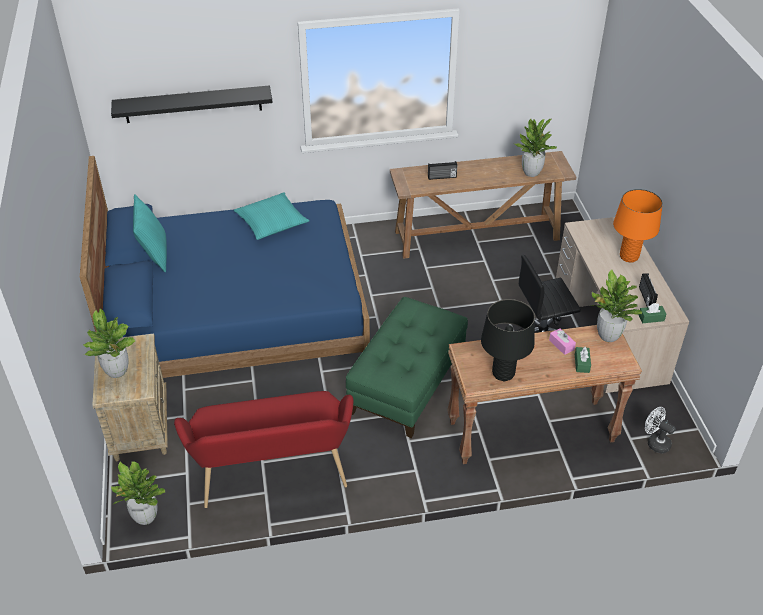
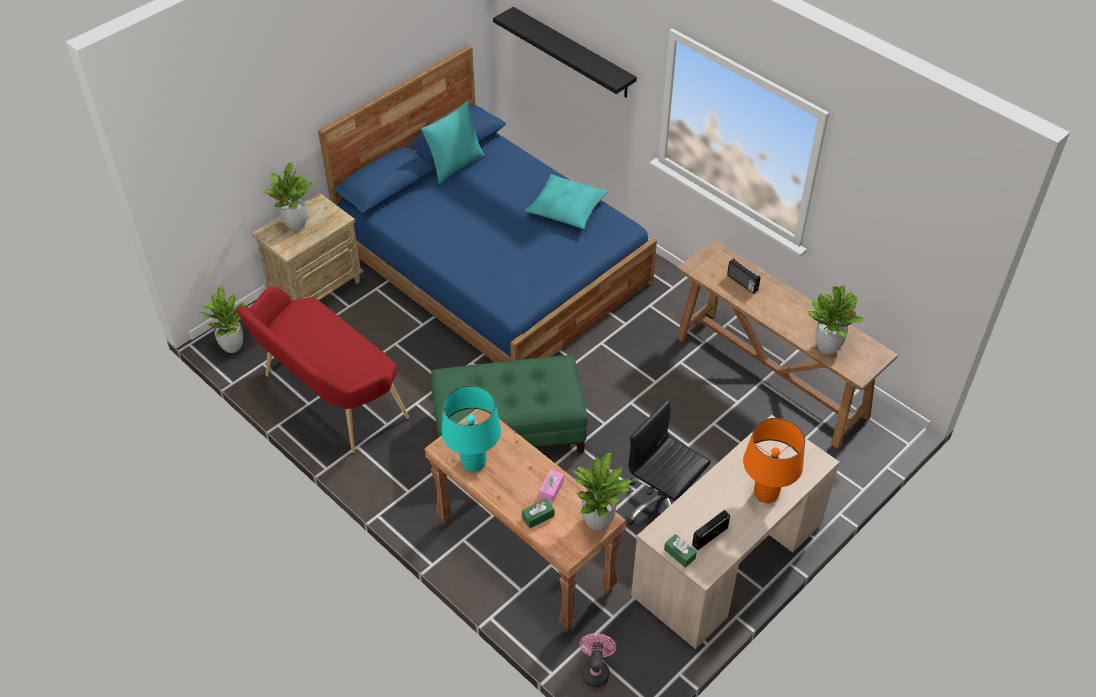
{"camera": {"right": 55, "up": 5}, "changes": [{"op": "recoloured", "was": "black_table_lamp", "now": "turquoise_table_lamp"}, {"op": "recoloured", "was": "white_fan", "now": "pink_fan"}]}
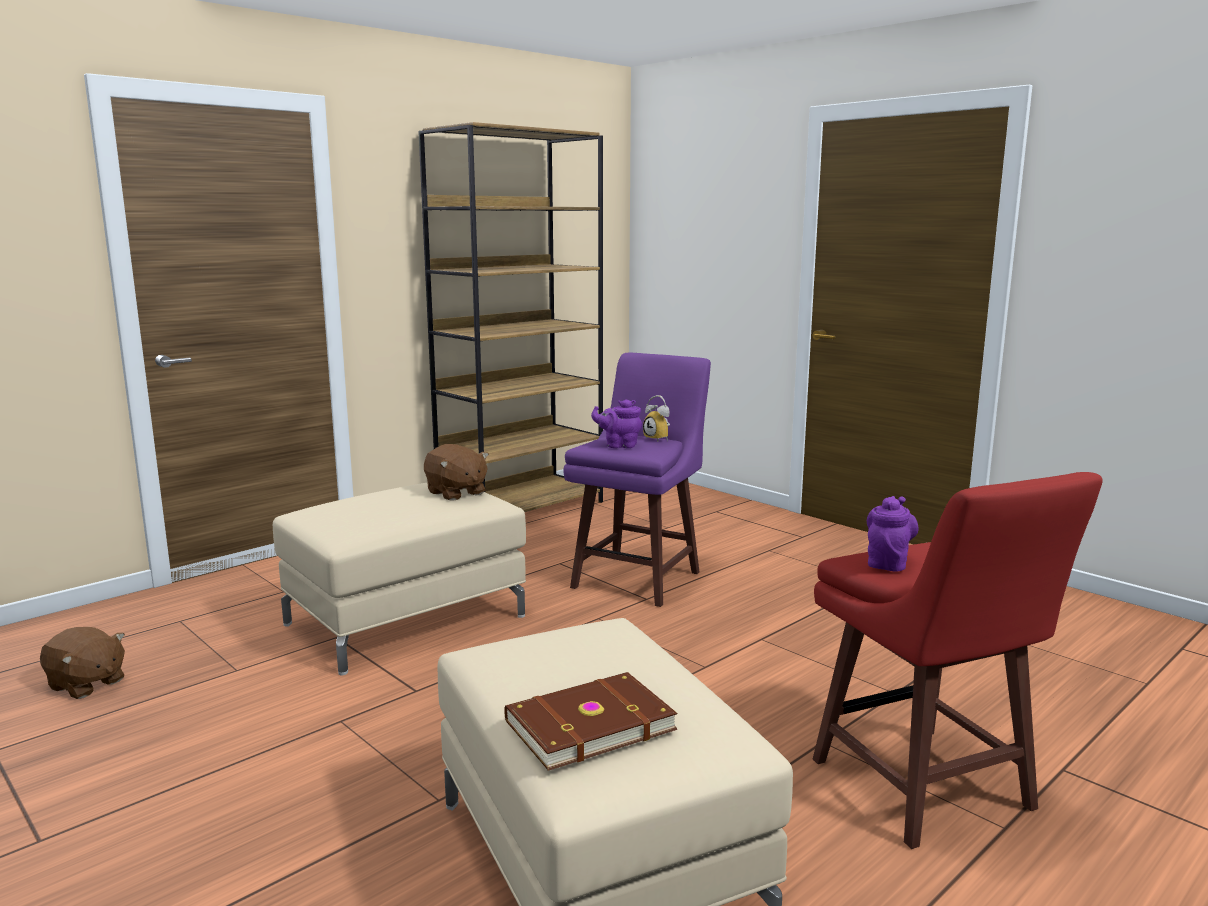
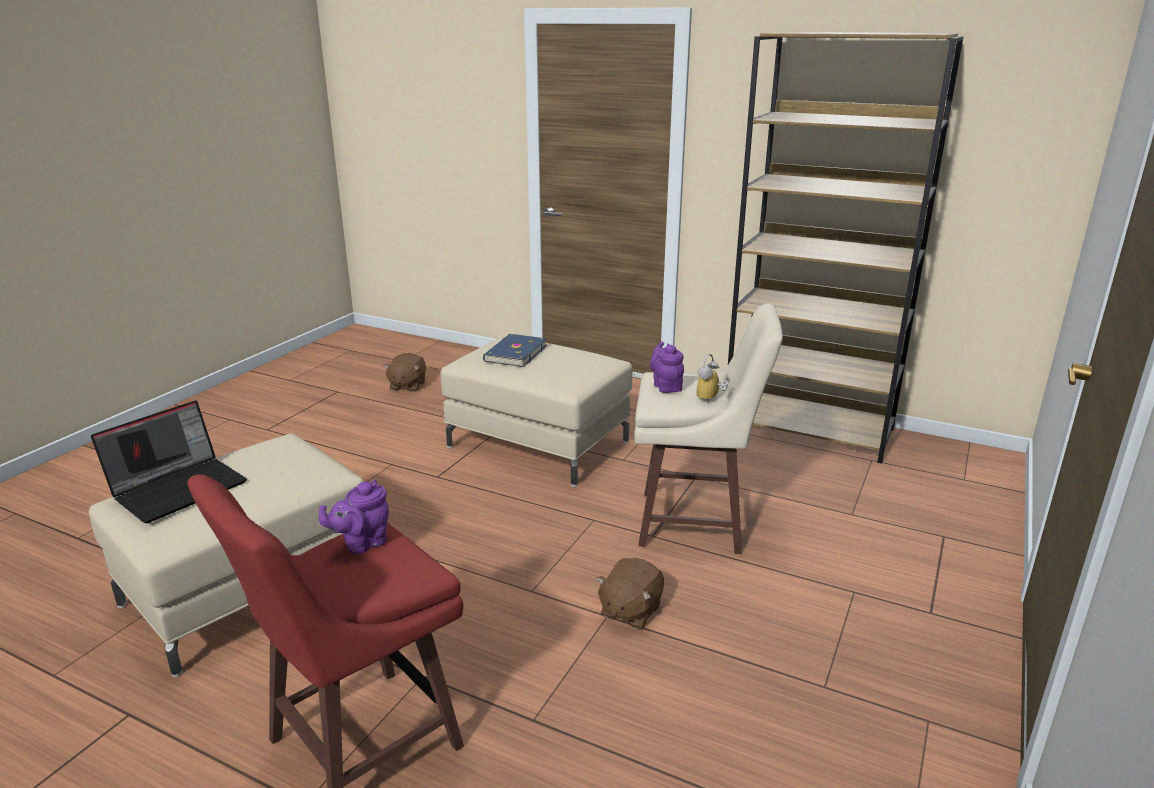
{"camera": {"right": 70, "up": 10}, "changes": [{"op": "moved", "was": "brown_plush_toy (2nd from left)"}, {"op": "replaced", "was": "brown_book", "now": "laptop"}, {"op": "recoloured", "was": "purple_stool", "now": "beige_stool"}, {"op": "turned", "was": "purple_teapot (2nd from left in the first image)", "clockwise": 135}, {"op": "added", "now": "blue_book"}]}
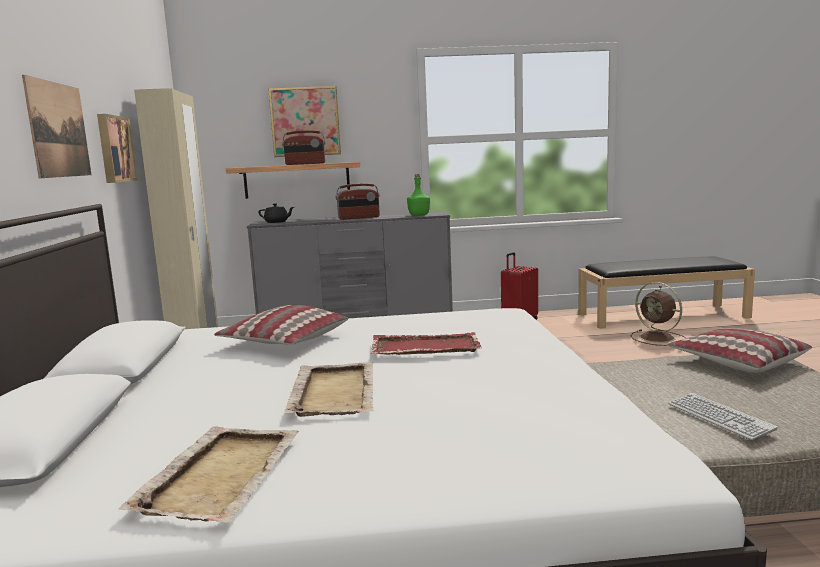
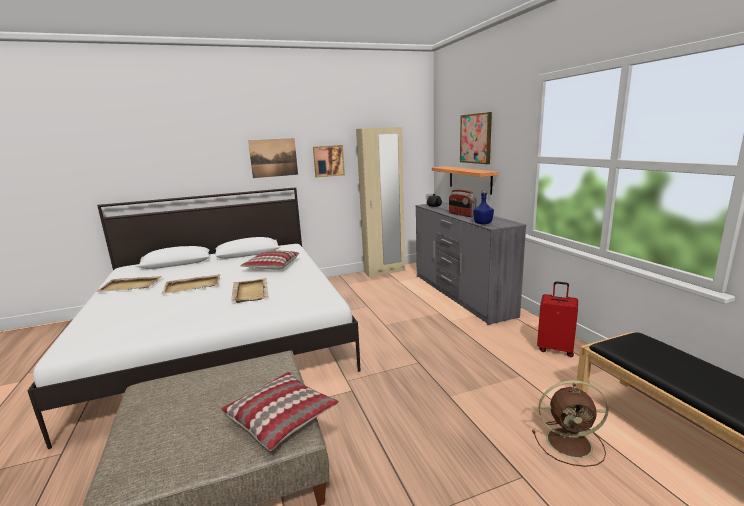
{"camera": {"right": 75, "up": 5}, "changes": [{"op": "removed", "was": "radio (1st from left)"}, {"op": "recoloured", "was": "red_tray", "now": "beige_tray (3rd from left)"}, {"op": "recoloured", "was": "green_bottle", "now": "blue_bottle"}, {"op": "turned", "was": "brown_fan", "clockwise": -120}, {"op": "removed", "was": "keyboard"}]}
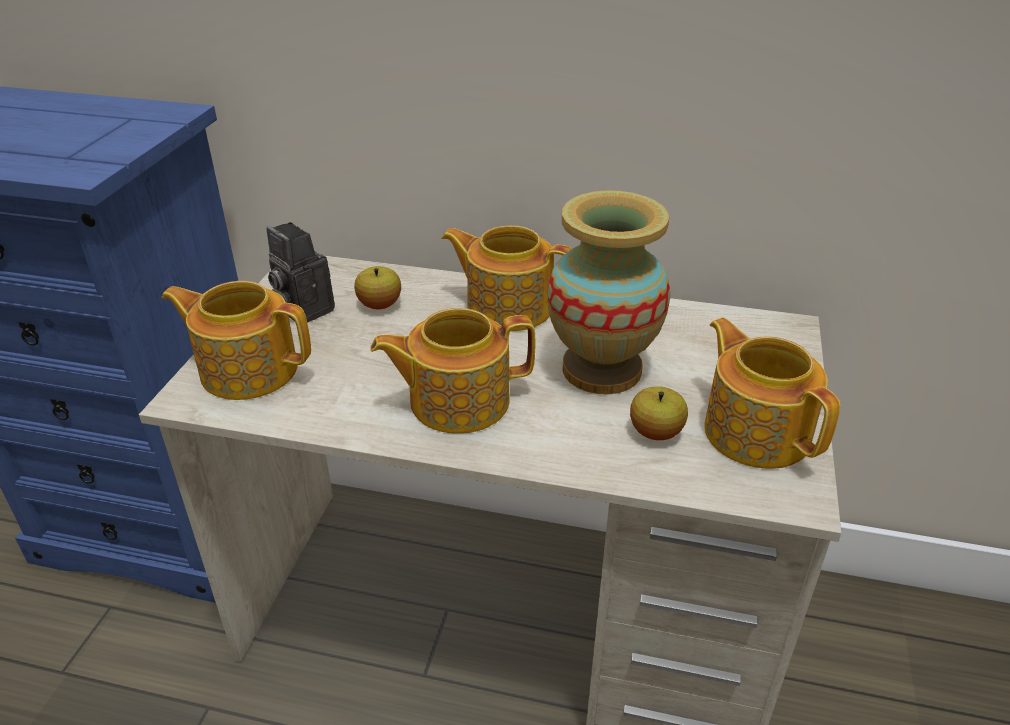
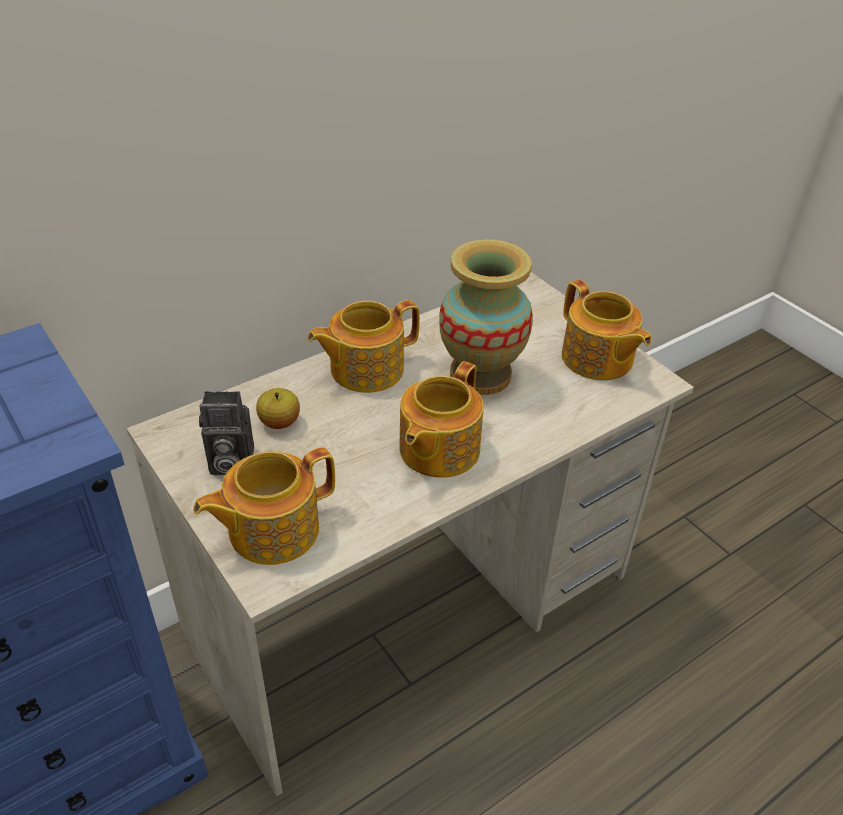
{"camera": {"right": -50, "up": 5}, "changes": [{"op": "removed", "was": "apple (2nd from left)"}, {"op": "turned", "was": "teapot (4th from left)", "clockwise": -135}]}
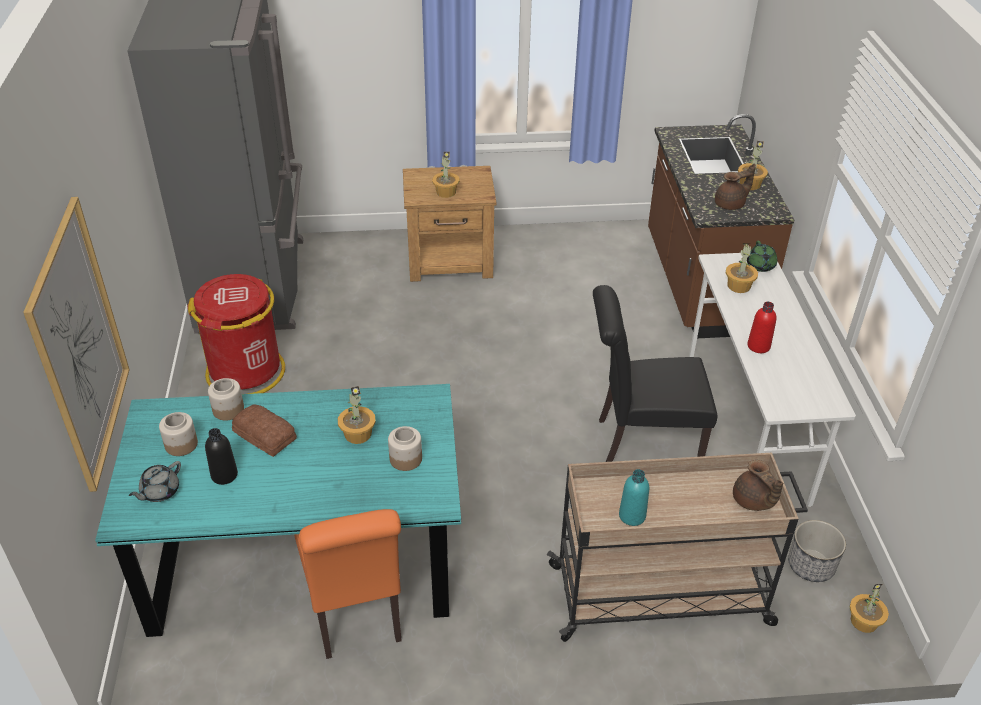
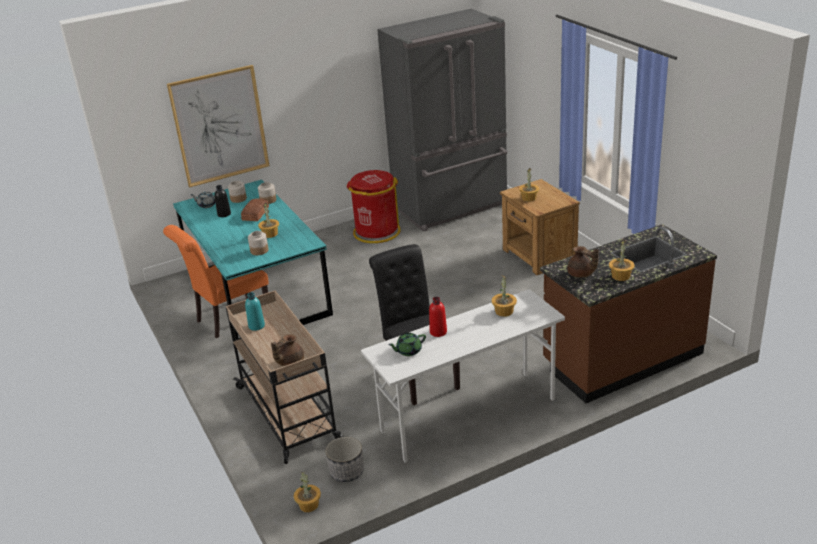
{"camera": {"right": 70, "up": -10}, "changes": [{"op": "moved", "was": "green_teapot"}]}
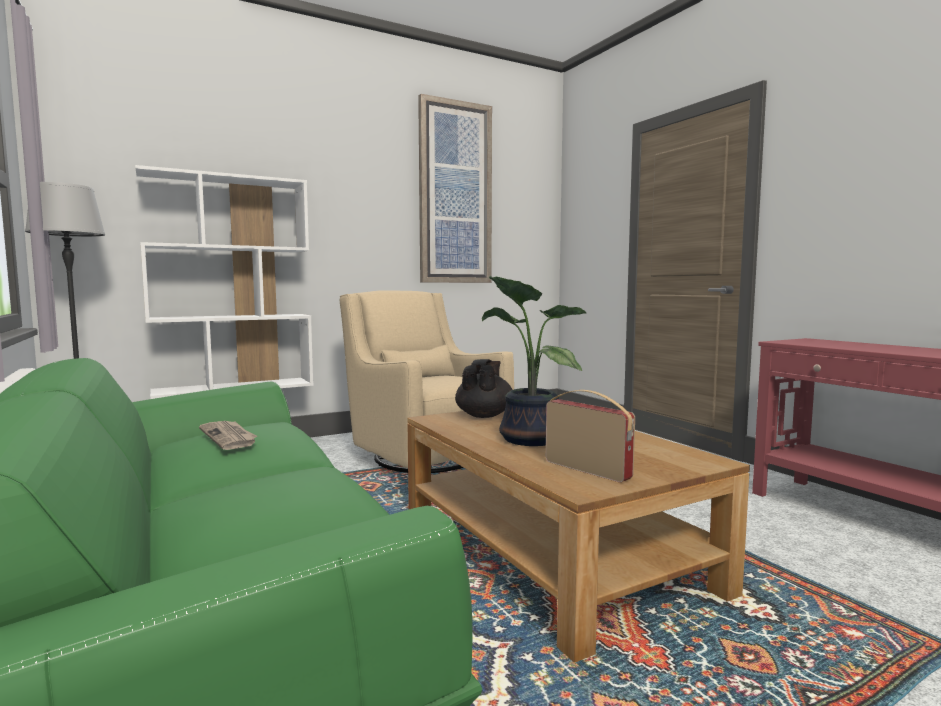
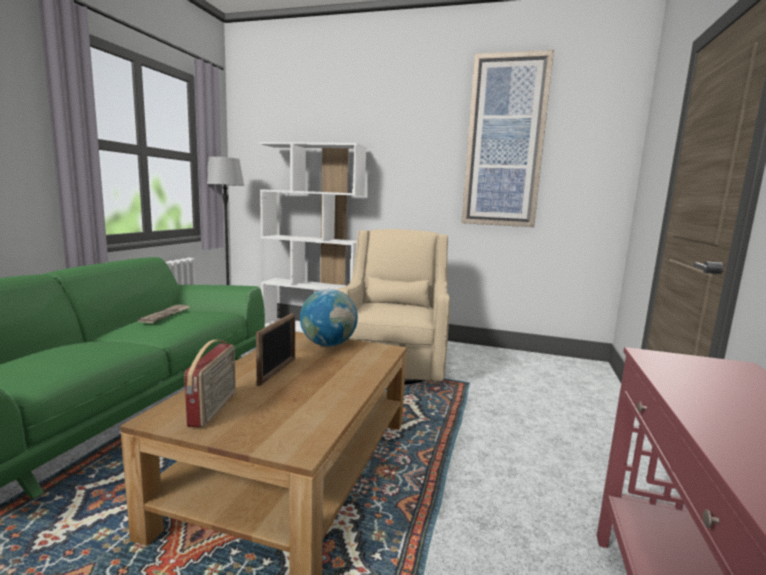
{"camera": {"right": 45, "up": 5}, "changes": [{"op": "replaced", "was": "black_teapot", "now": "globe"}, {"op": "replaced", "was": "potted_plant", "now": "picture_frame"}]}
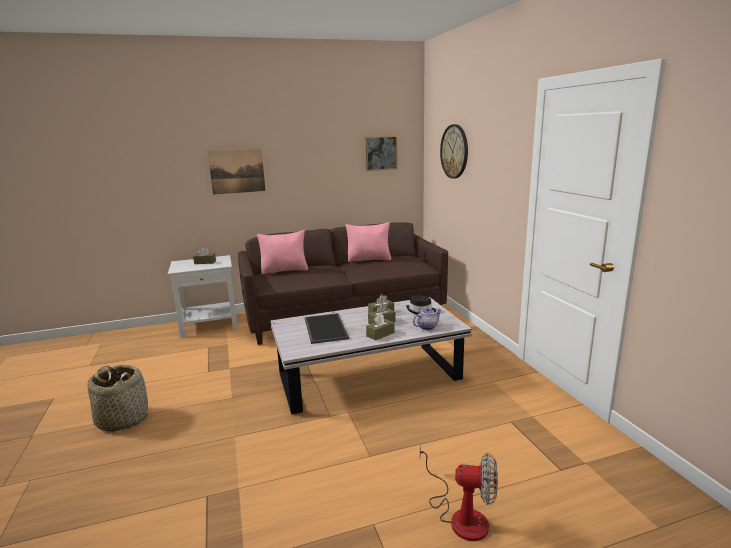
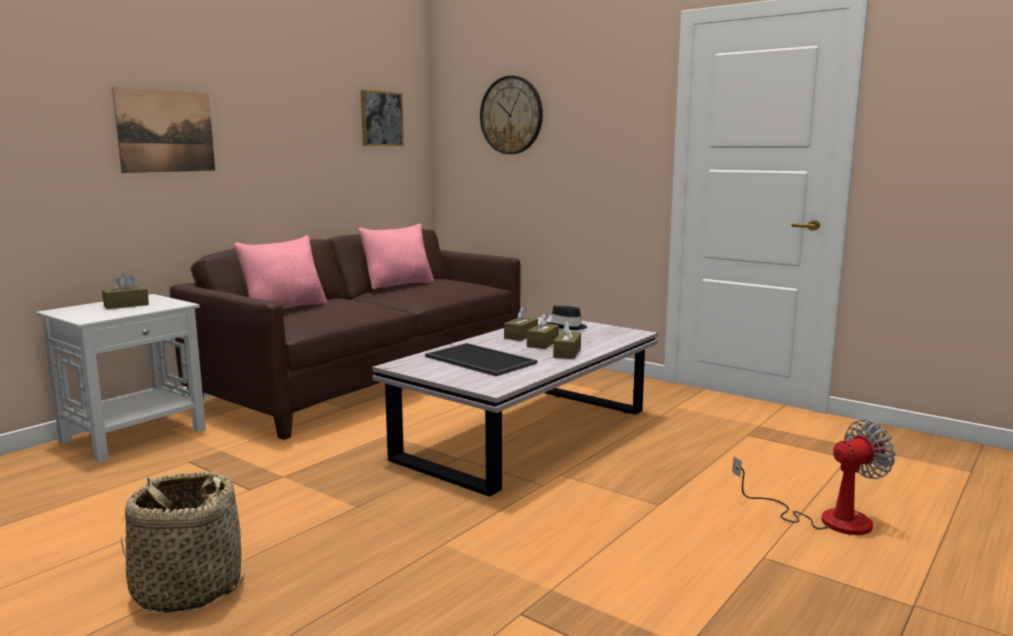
{"camera": {"right": -35, "up": -5}, "changes": [{"op": "removed", "was": "teapot"}]}
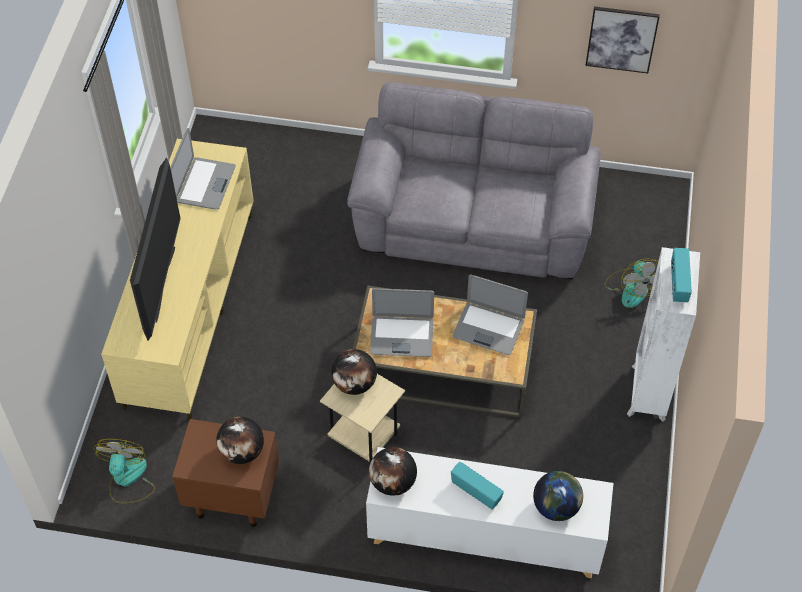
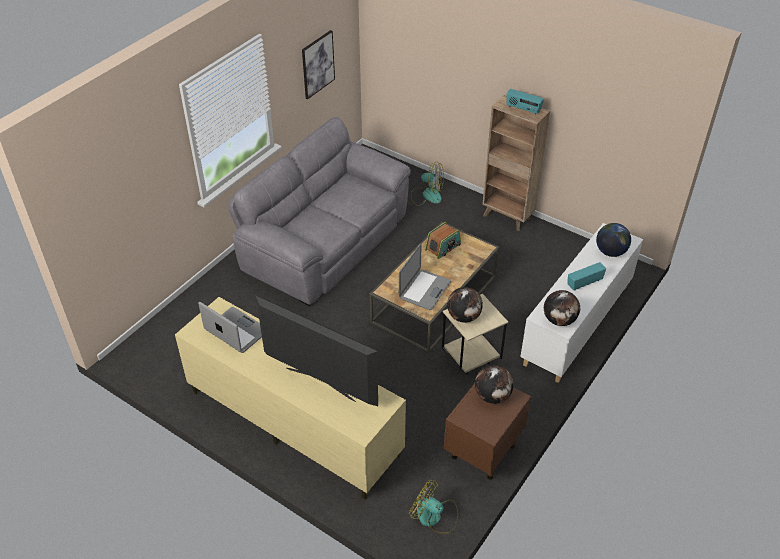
{"camera": {"right": -65, "up": -10}, "changes": [{"op": "replaced", "was": "laptop (3rd from left)", "now": "radio (1st from left)"}, {"op": "recoloured", "was": "white_bookcase", "now": "brown_bookcase"}]}
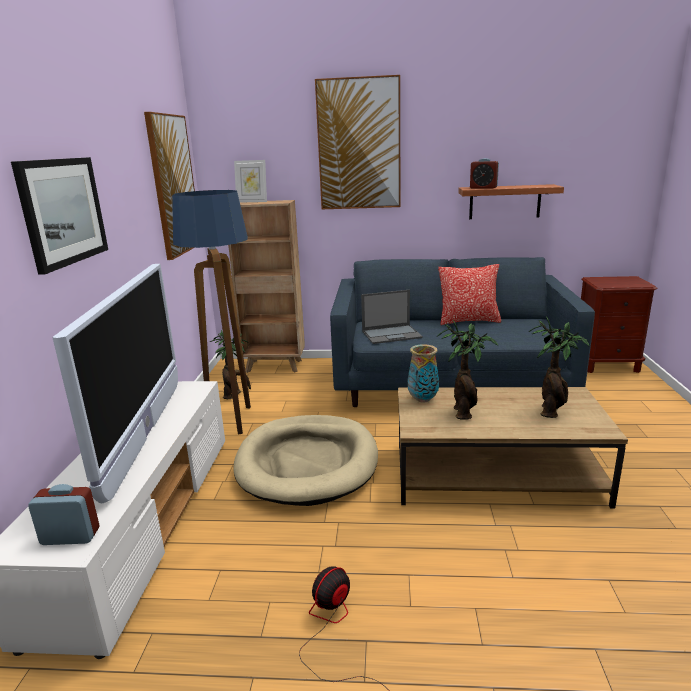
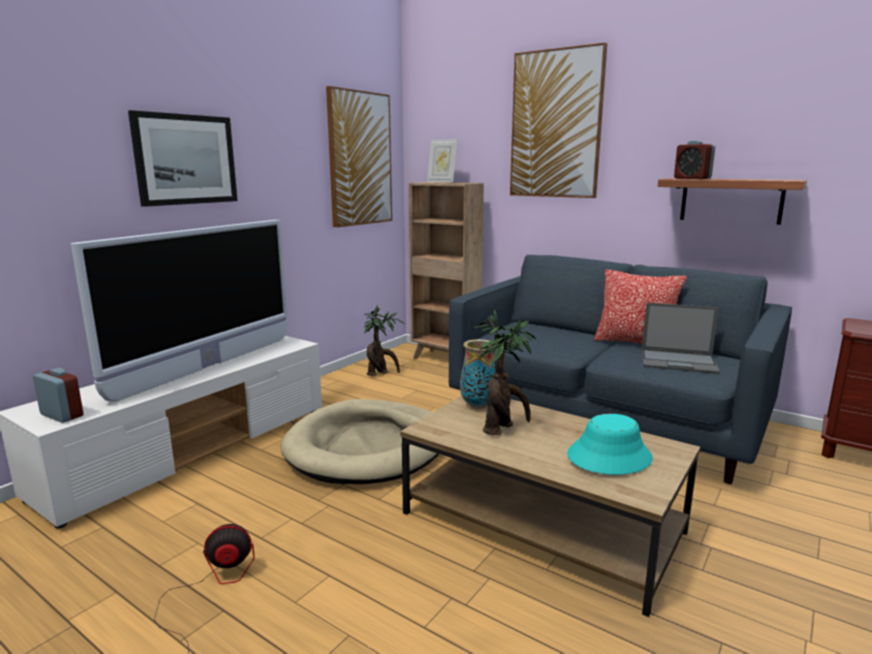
{"camera": {"right": 30, "up": -5}, "changes": [{"op": "removed", "was": "floor_lamp"}, {"op": "moved", "was": "laptop"}, {"op": "replaced", "was": "potted_plant (3rd from left)", "now": "turquoise_hat"}]}
